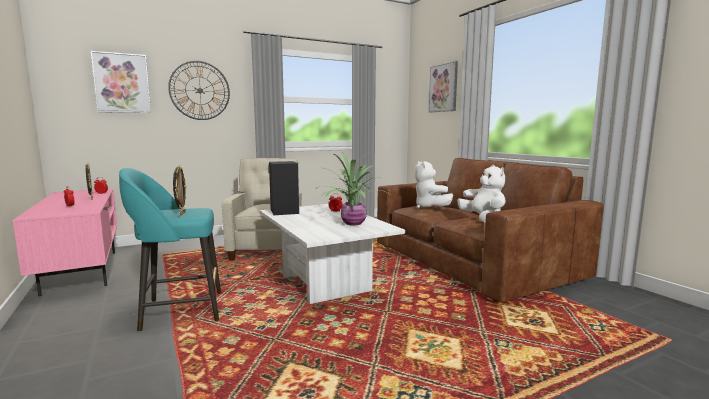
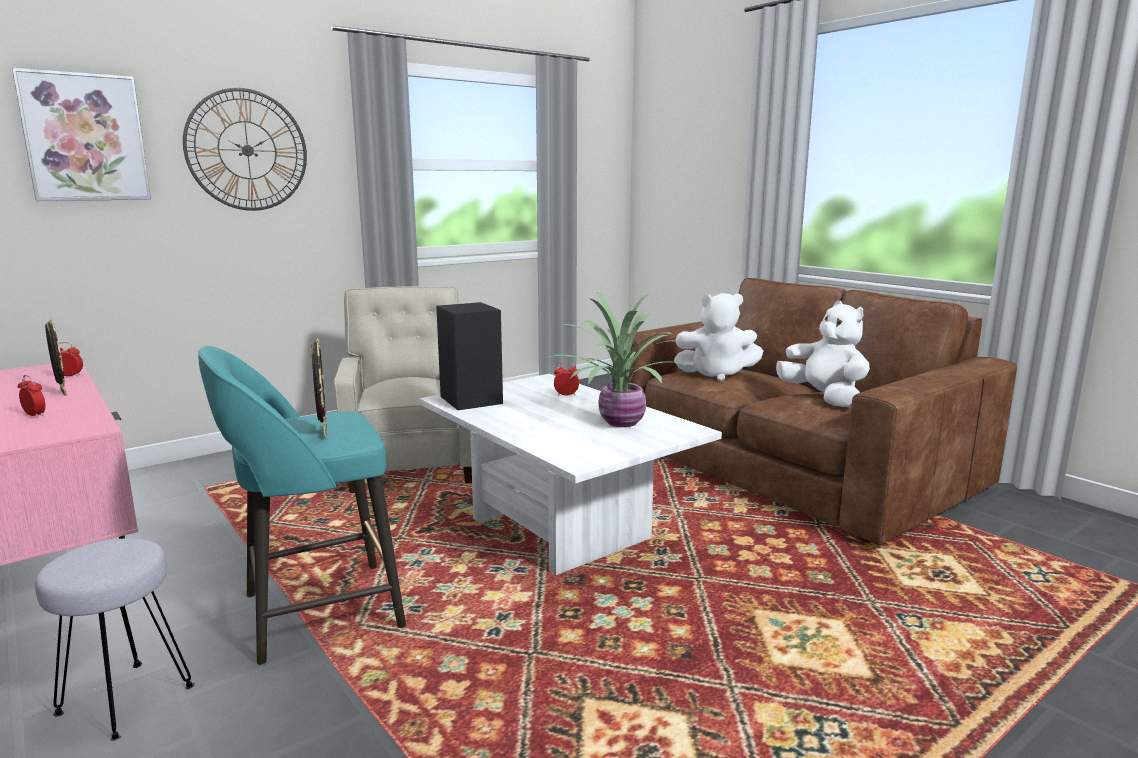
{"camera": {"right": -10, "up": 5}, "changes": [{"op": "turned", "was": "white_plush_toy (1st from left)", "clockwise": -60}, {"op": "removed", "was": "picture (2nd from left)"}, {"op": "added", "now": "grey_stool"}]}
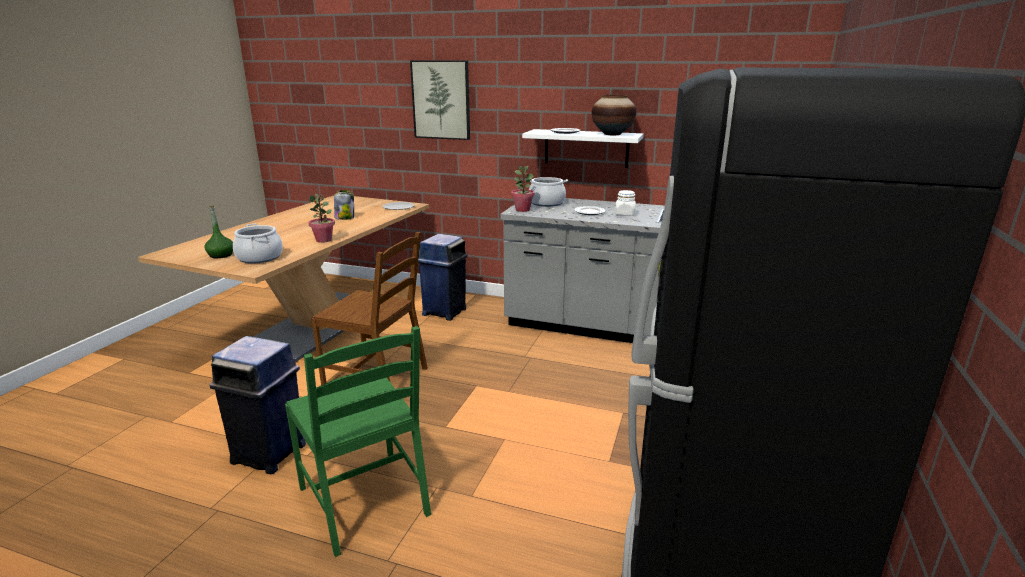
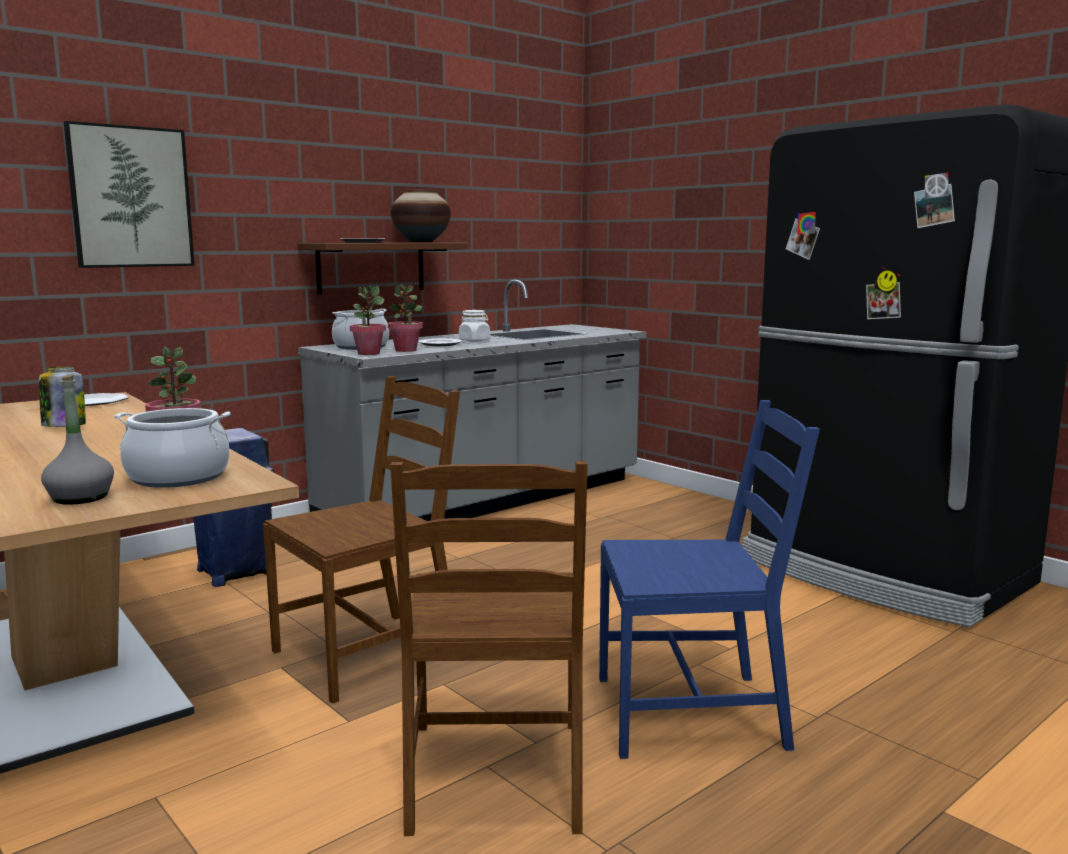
{"camera": {"right": -60, "up": -10}, "changes": [{"op": "recoloured", "was": "green_bottle", "now": "grey_bottle"}, {"op": "replaced", "was": "blue_trash_can (1st from left)", "now": "brown_chair (2nd from left)"}, {"op": "recoloured", "was": "green_chair", "now": "blue_chair"}, {"op": "recoloured", "was": "white_shelf", "now": "brown_shelf"}, {"op": "added", "now": "potted_plant (3rd from left)"}]}
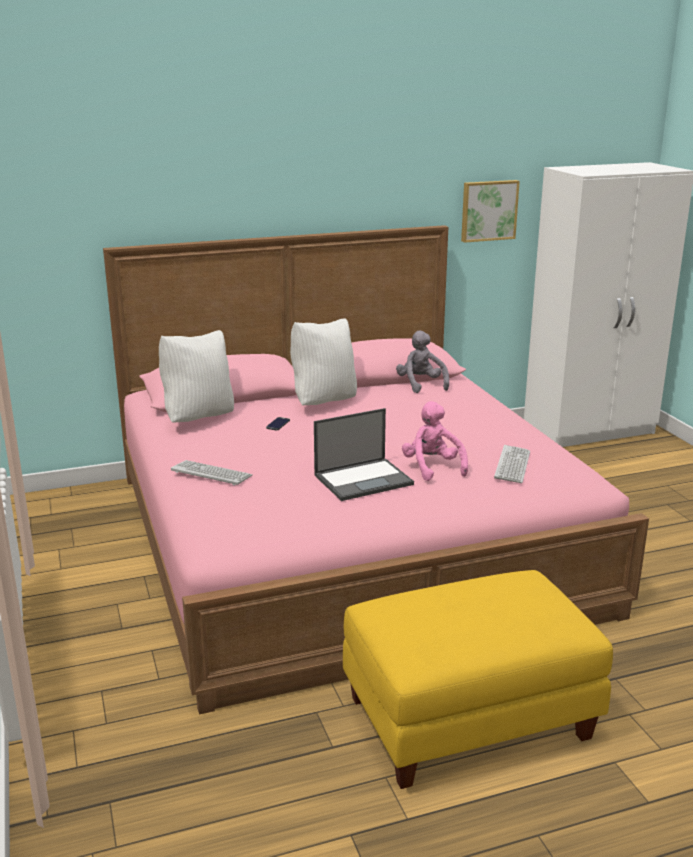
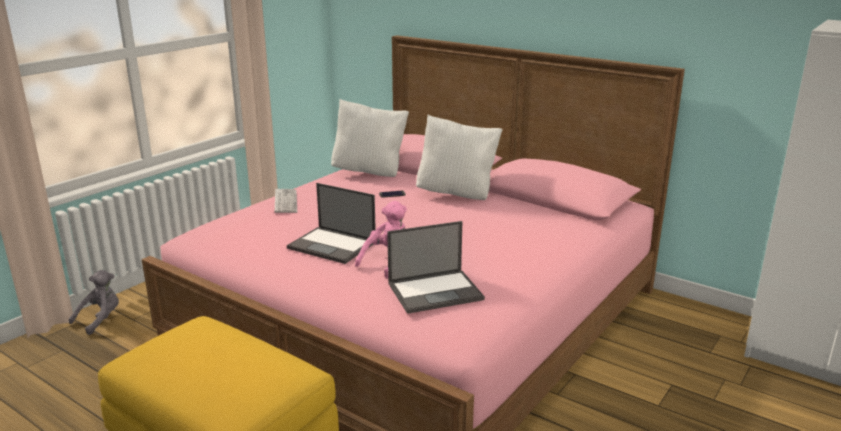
{"camera": {"right": 55, "up": 0}, "changes": [{"op": "moved", "was": "grey_plush_toy"}, {"op": "removed", "was": "picture"}, {"op": "replaced", "was": "keyboard (2nd from left)", "now": "laptop (2nd from left)"}]}
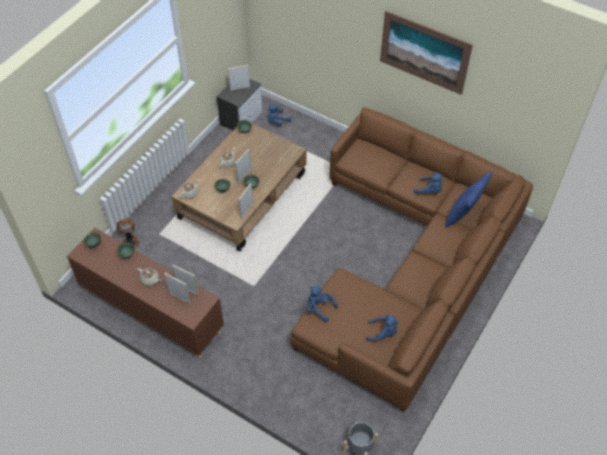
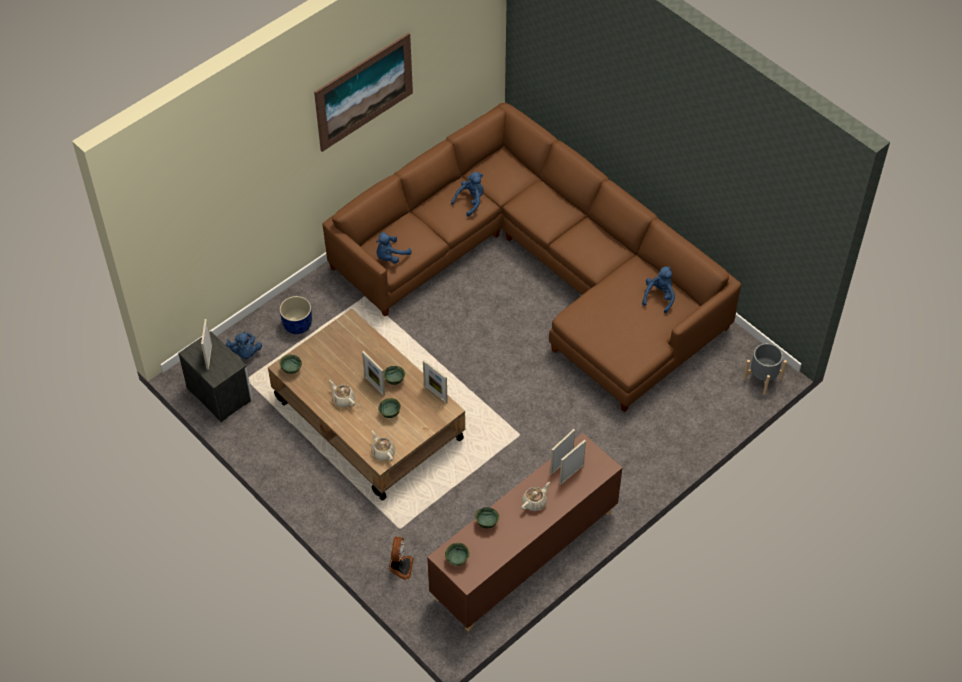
{"camera": {"right": -75, "up": 0}, "changes": [{"op": "moved", "was": "blue_plush_toy (2nd from left)"}, {"op": "removed", "was": "blue_pillow"}, {"op": "added", "now": "blue_planter"}]}
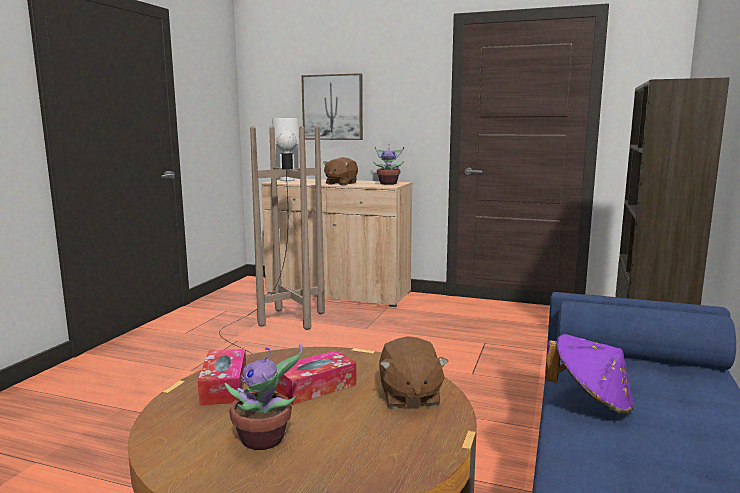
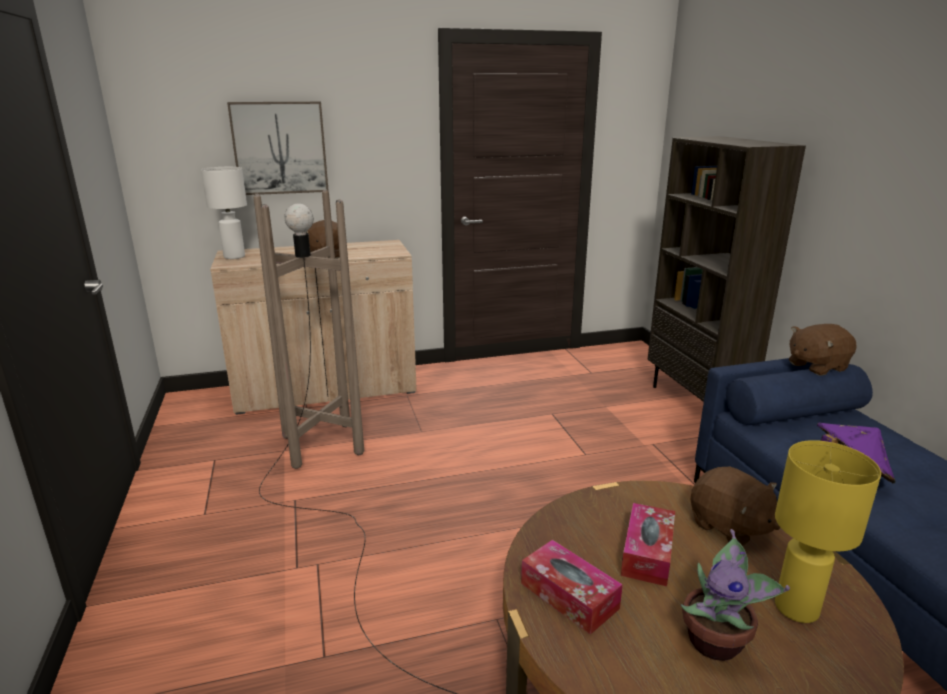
{"camera": {"right": -35, "up": 10}, "changes": [{"op": "removed", "was": "potted_plant (2nd from left)"}, {"op": "added", "now": "yellow_table_lamp"}, {"op": "added", "now": "brown_plush_toy (3rd from left)"}]}
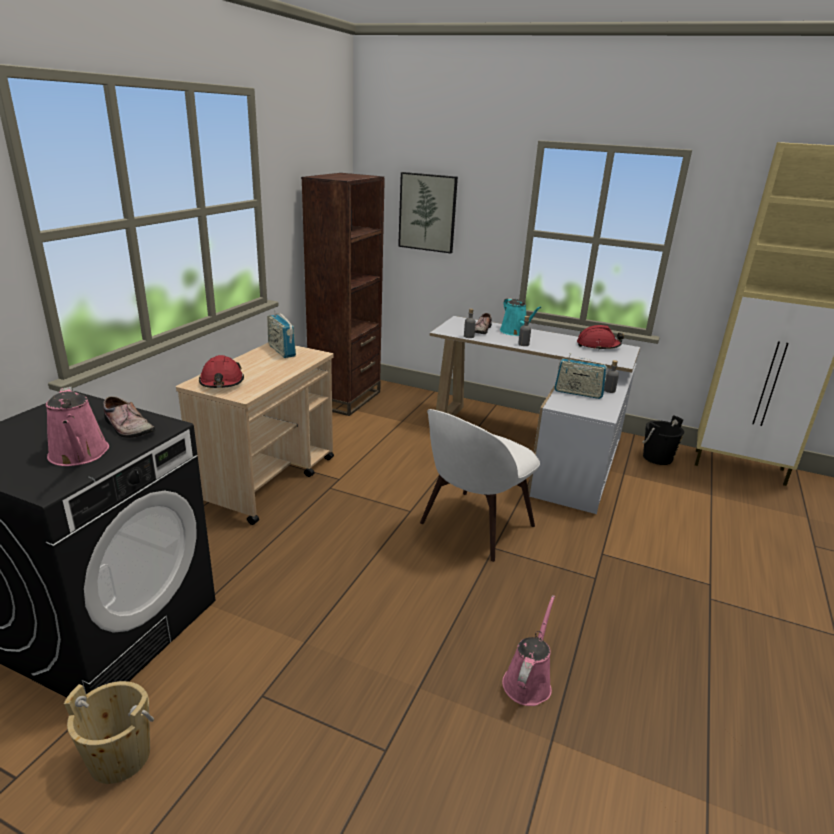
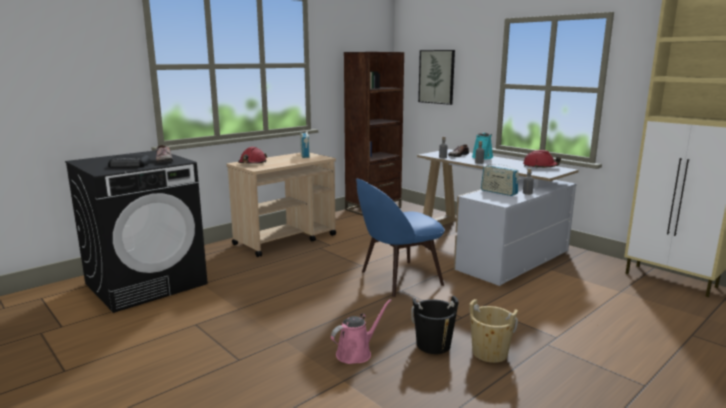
{"camera": {"right": 25, "up": -10}, "changes": [{"op": "replaced", "was": "pink_watering_can (1st from left)", "now": "radio (1st from left)"}, {"op": "moved", "was": "beige_bucket"}, {"op": "recoloured", "was": "white_chair", "now": "blue_chair"}, {"op": "moved", "was": "black_bucket"}]}
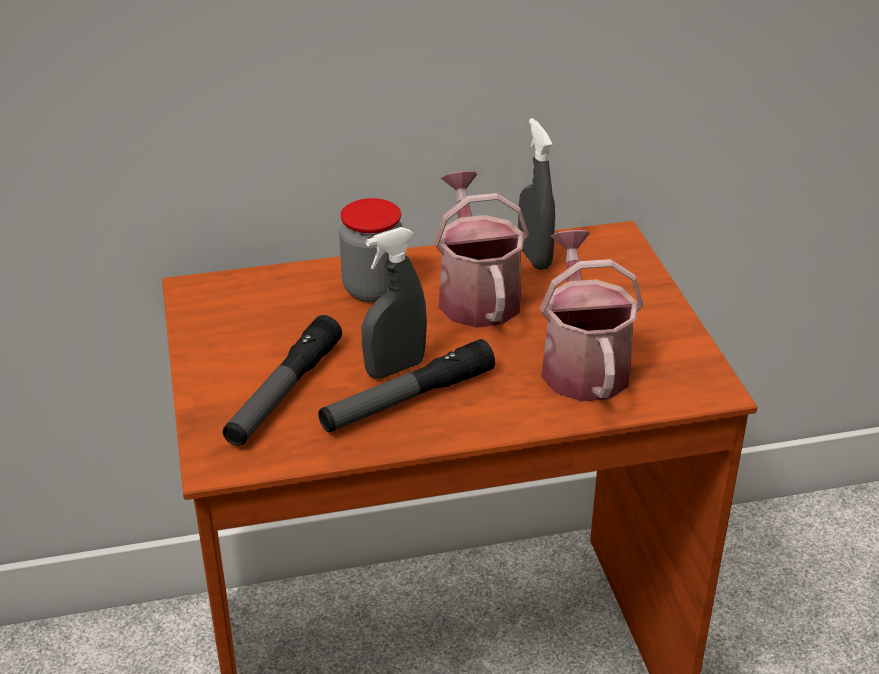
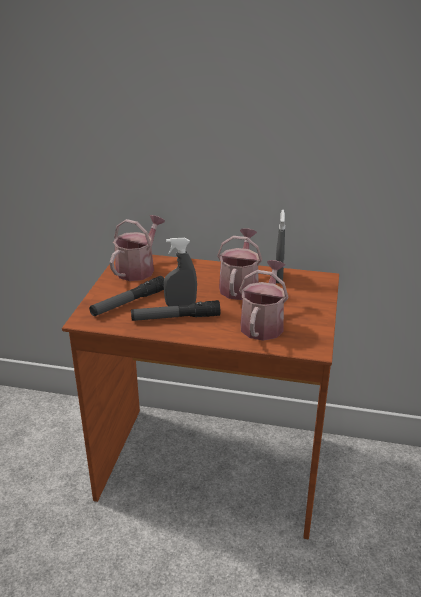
{"camera": {"right": 25, "up": -5}, "changes": [{"op": "removed", "was": "jar"}, {"op": "added", "now": "watering_can (1st from left)"}]}
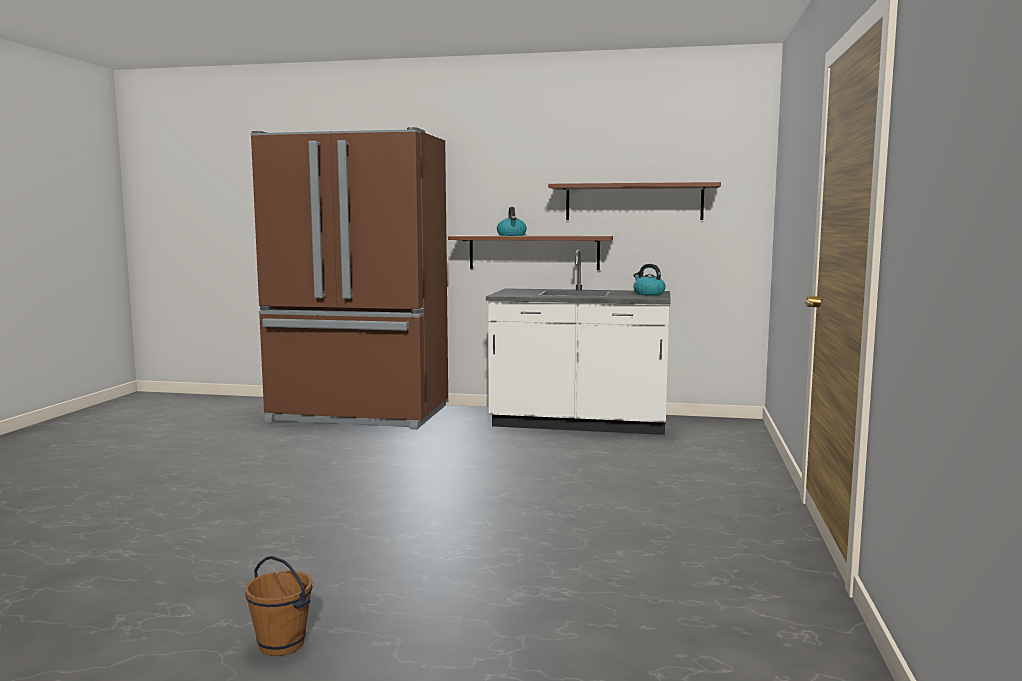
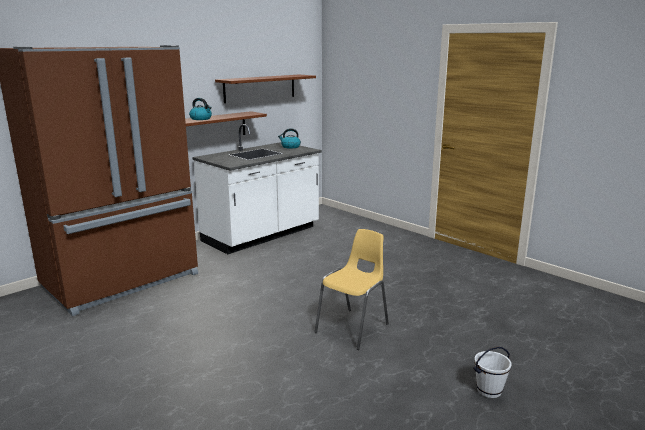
{"camera": {"right": -55, "up": 10}, "changes": [{"op": "recoloured", "was": "brown_bucket", "now": "white_bucket"}, {"op": "added", "now": "yellow_chair"}]}
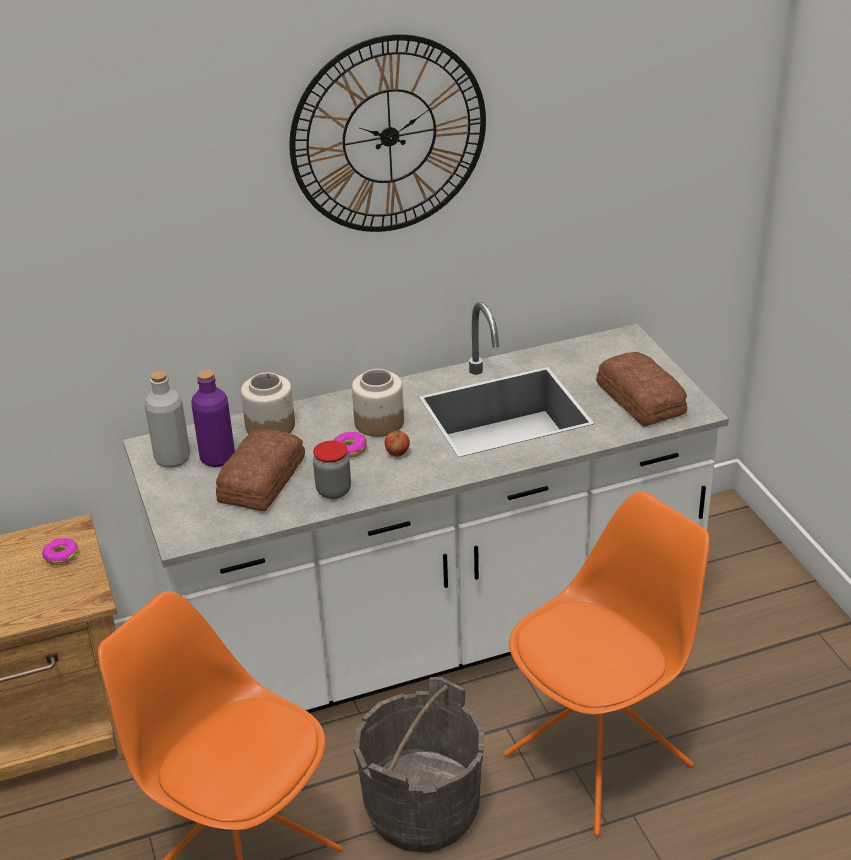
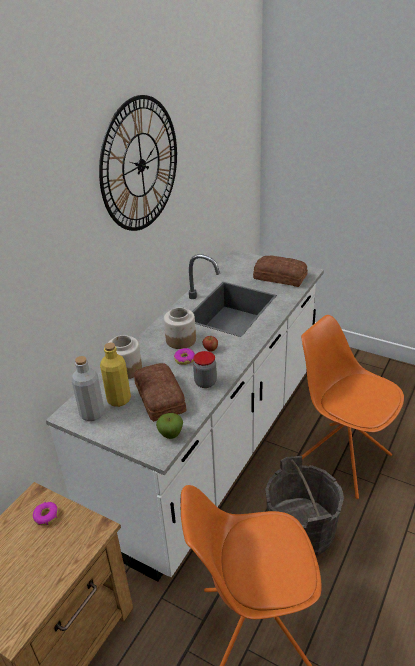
{"camera": {"right": -40, "up": 0}, "changes": [{"op": "recoloured", "was": "purple_bottle", "now": "yellow_bottle"}, {"op": "turned", "was": "orange_chair (2nd from left)", "clockwise": -60}, {"op": "added", "now": "apple (1st from left)"}]}
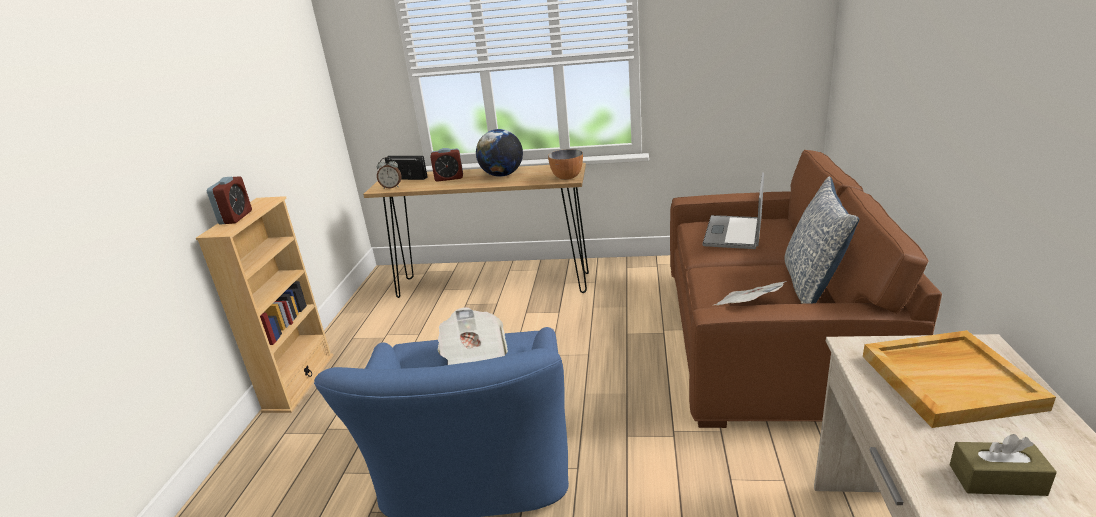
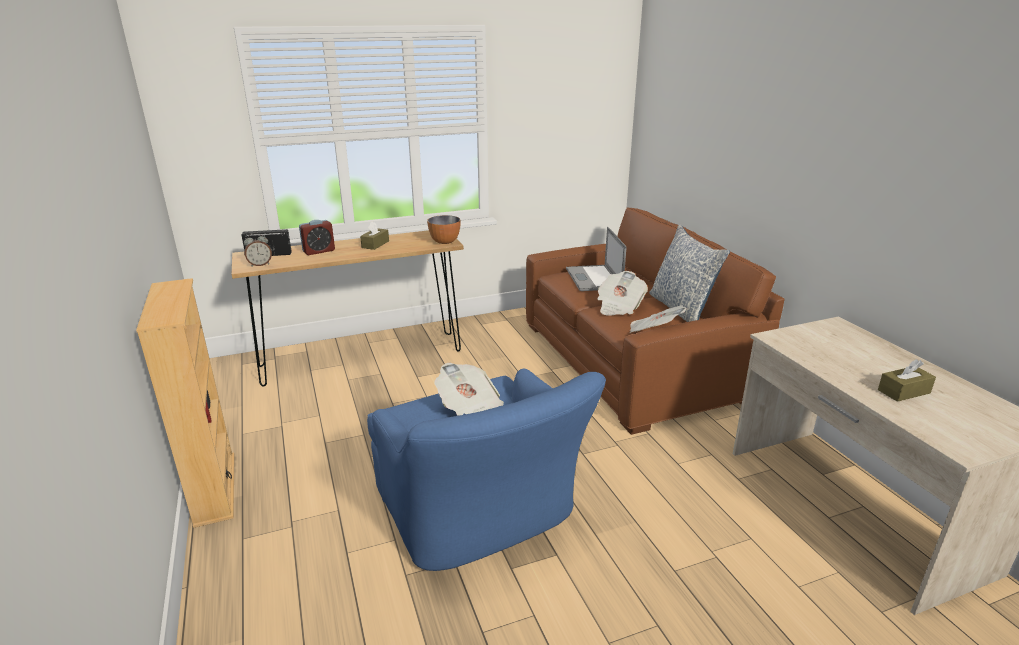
{"camera": {"right": -30, "up": 0}, "changes": [{"op": "removed", "was": "alarm_clock (1st from left)"}, {"op": "replaced", "was": "globe", "now": "brown_tissue_box (1st from left)"}, {"op": "removed", "was": "beige_tray"}, {"op": "added", "now": "newspaper (2nd from left)"}]}
